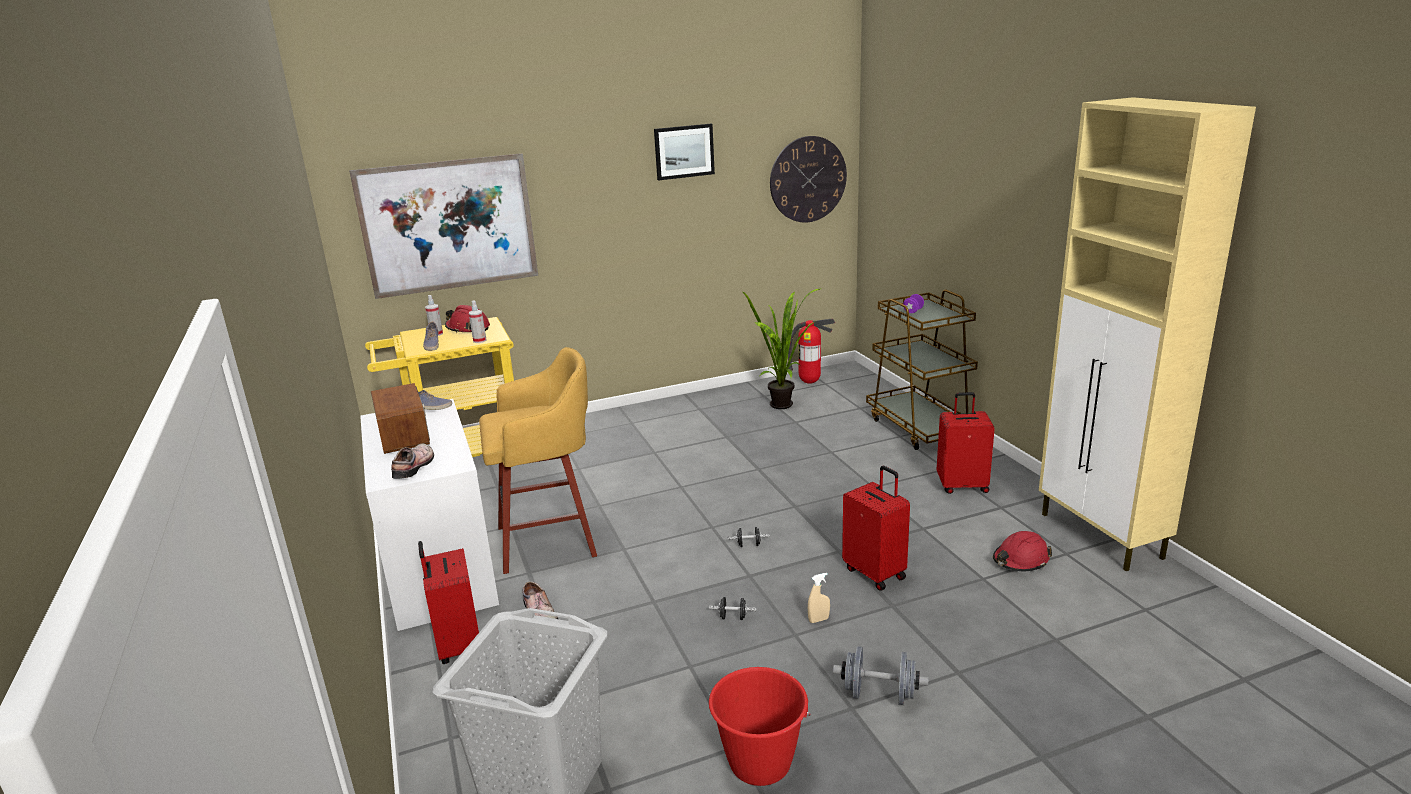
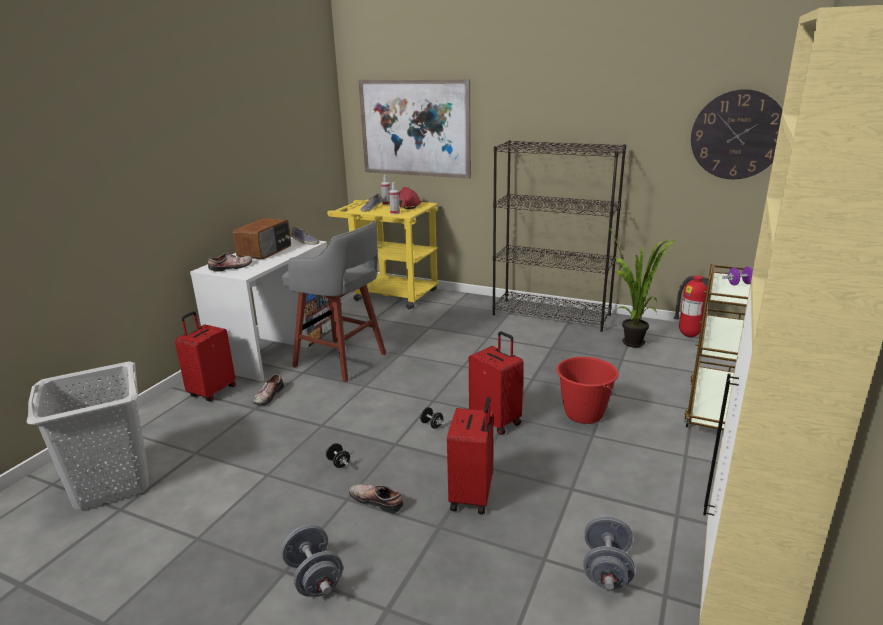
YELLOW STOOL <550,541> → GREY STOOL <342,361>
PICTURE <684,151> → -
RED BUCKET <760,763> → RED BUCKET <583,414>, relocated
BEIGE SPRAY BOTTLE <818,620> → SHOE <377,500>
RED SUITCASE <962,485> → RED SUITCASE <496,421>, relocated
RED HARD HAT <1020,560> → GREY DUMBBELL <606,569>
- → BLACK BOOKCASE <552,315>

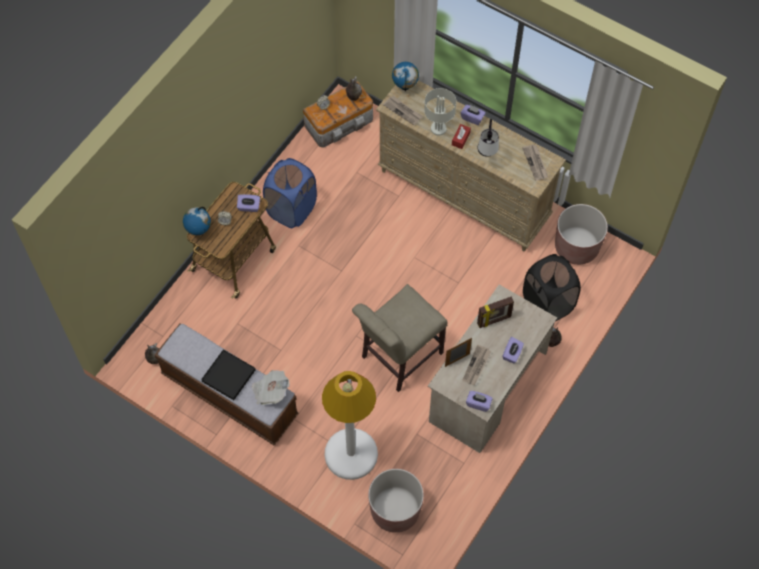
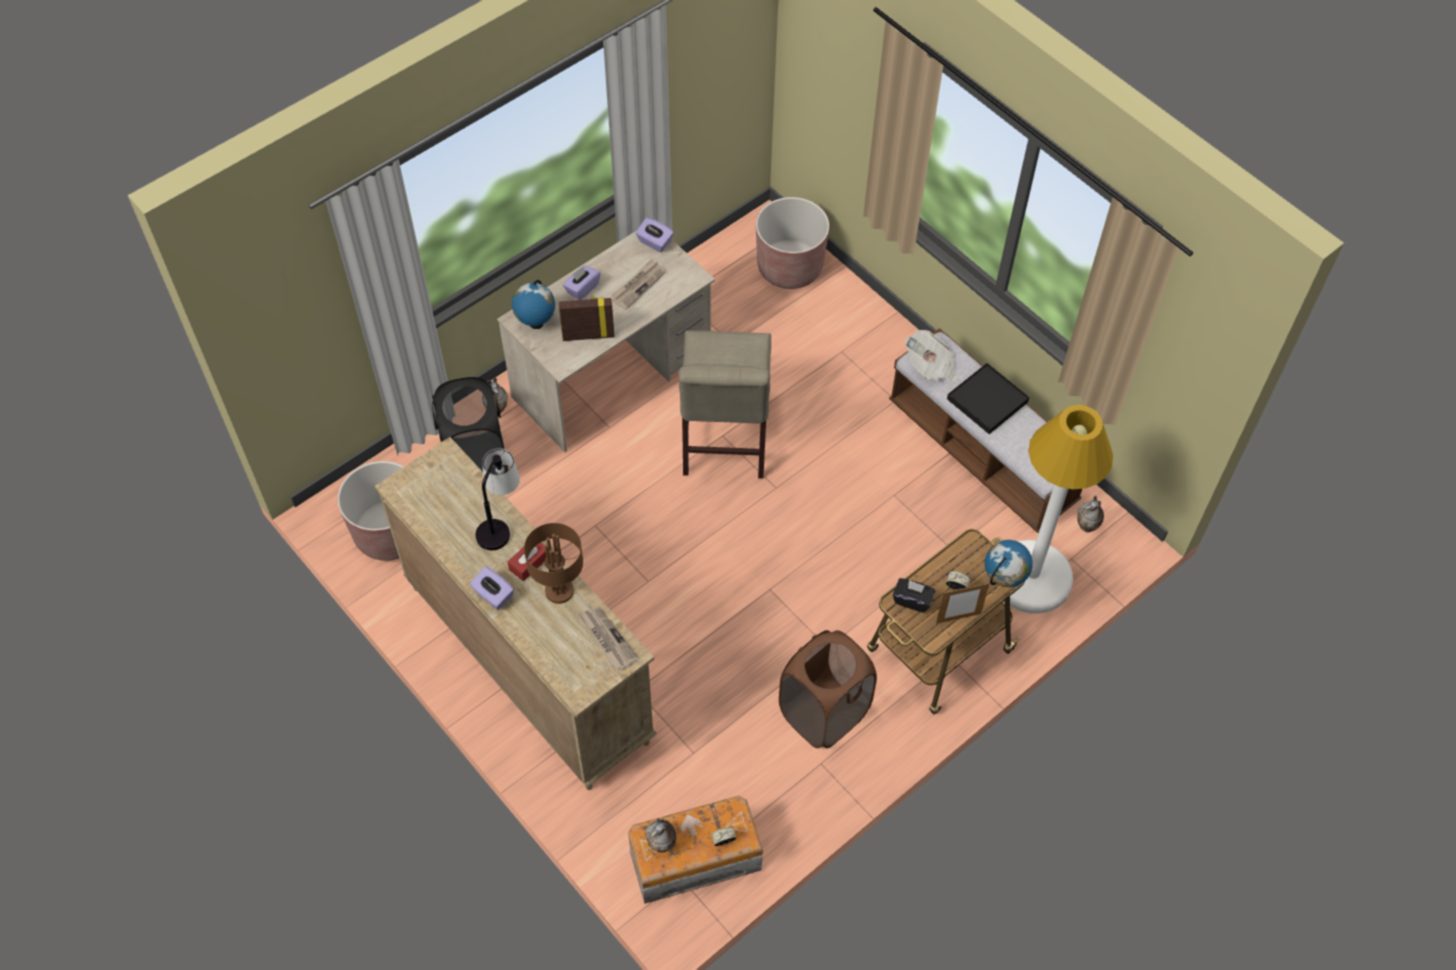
PURPLE TISSUE BOX <249,207> → BLACK TISSUE BOX <912,600>
BLUE LAUNDRY BASKET <291,209> → BROWN LAUNDRY BASKET <823,713>
WHITE FLOOR LAMP <351,454> → WHITE FLOOR LAMP <1031,577>, relocated
BEIGE CHAIR <398,357> → BEIGE CHAIR <723,444>, 120 degrees clockwise
GLOBE <405,87> → GLOBE <536,324>, relocated
GREY TABLE LAMP <438,128> → BROWN TABLE LAMP <559,591>
PICTURE FRAME <457,360> → PICTURE FRAME <958,618>, relocated
NEWSPAPER <535,163> → -

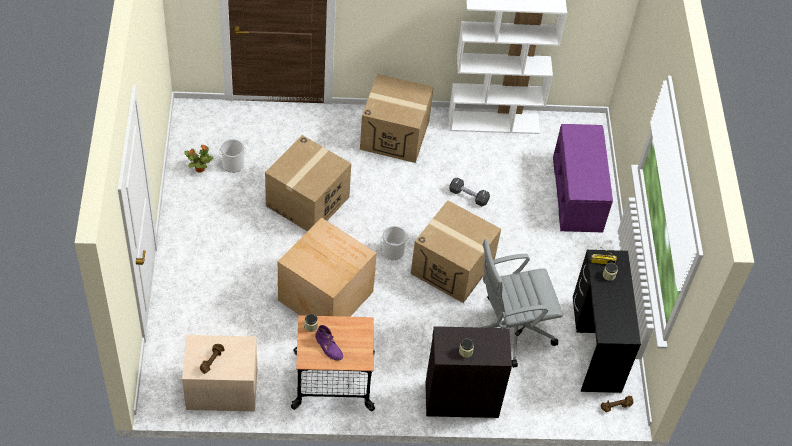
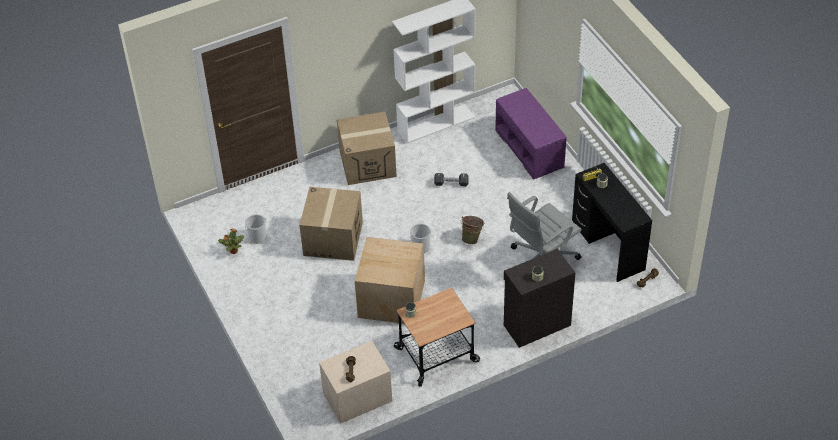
PURPLE BOOT <329,347> → -
CARDBOARD BOX <453,267> → GREEN BUCKET <472,238>

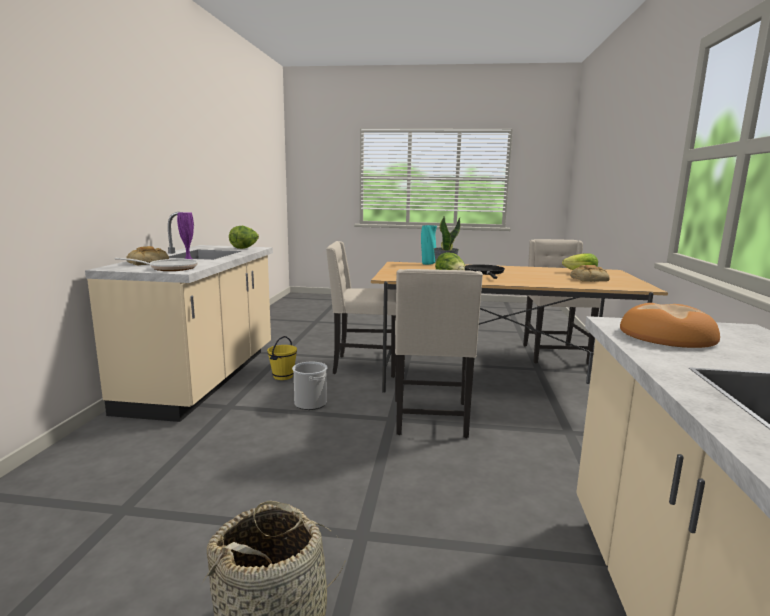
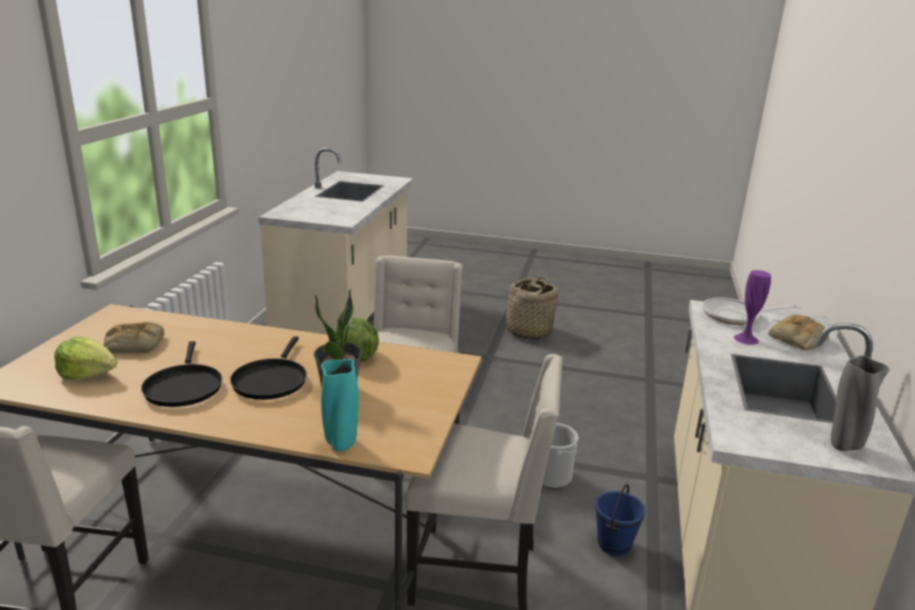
LETTUCE <245,248> → -
YELLOW BUCKET <282,376> → BLUE BUCKET <614,545>
BREAD <668,336> → -
- → BLACK FRYING PAN <183,387>
- → GREY VASE <843,445>

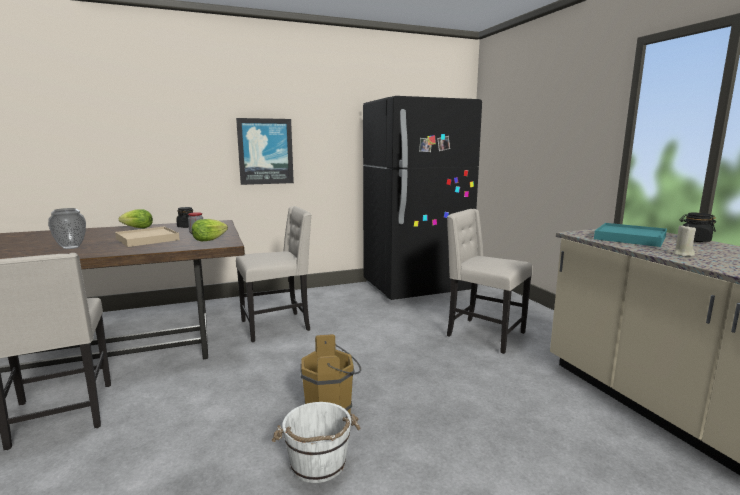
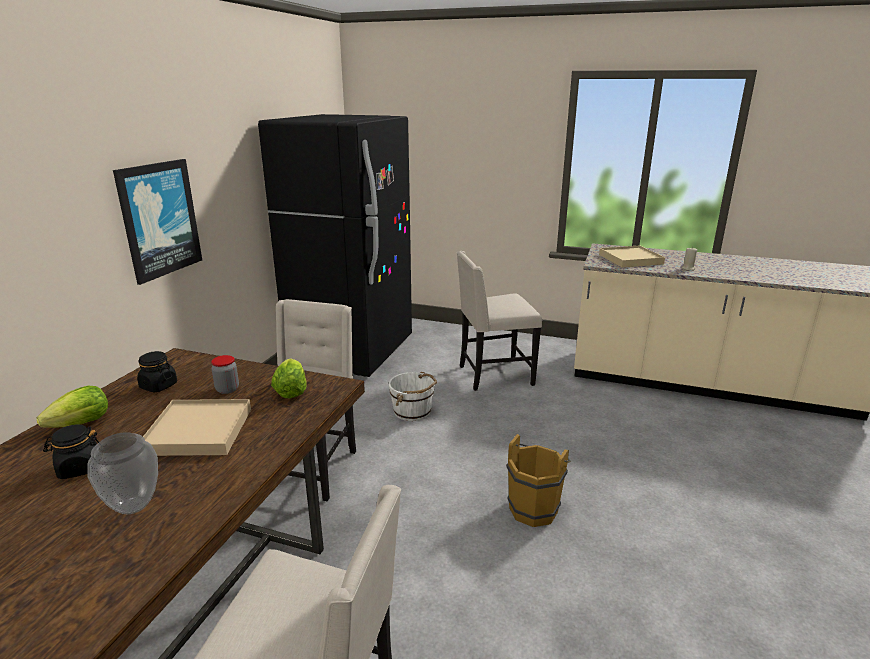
WHITE BUCKET <318,464> → WHITE BUCKET <413,411>, relocated
TURQUOISE TRAY <630,238> → BEIGE TRAY <630,259>
BLACK JAR <694,240> → BLACK JAR <79,468>, relocated

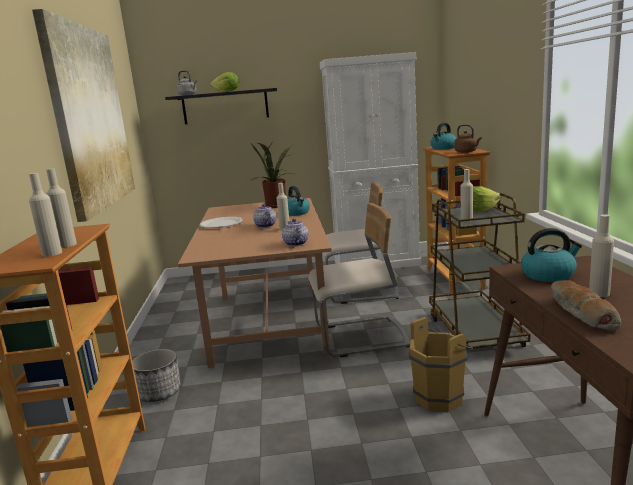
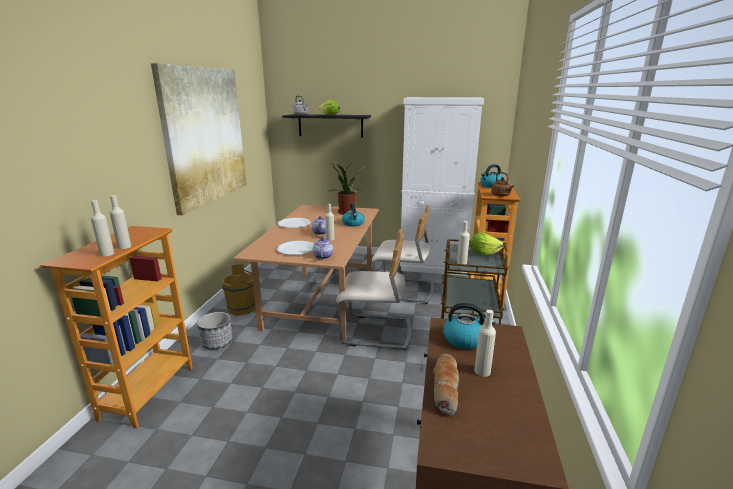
BROWN BUCKET <441,396> → BROWN BUCKET <244,308>, relocated
- → WHITE PLATE <296,249>

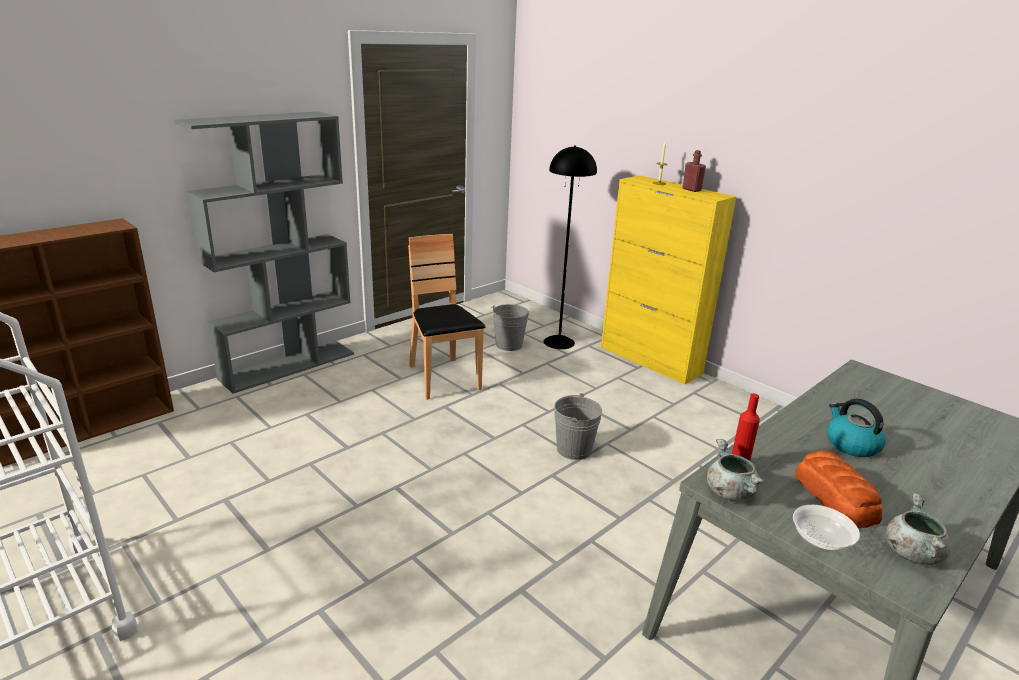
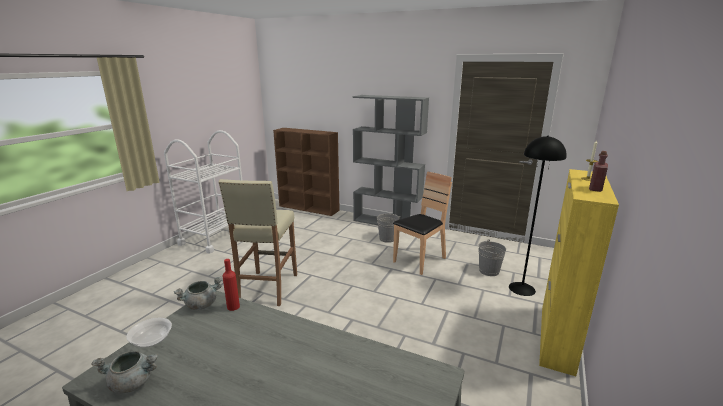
GREY BUCKET <574,449> → GREY BUCKET <387,238>, relocated
BREAD <835,499> → -
KETTLE <851,444> → -
- → BEIGE STOOL <267,288>

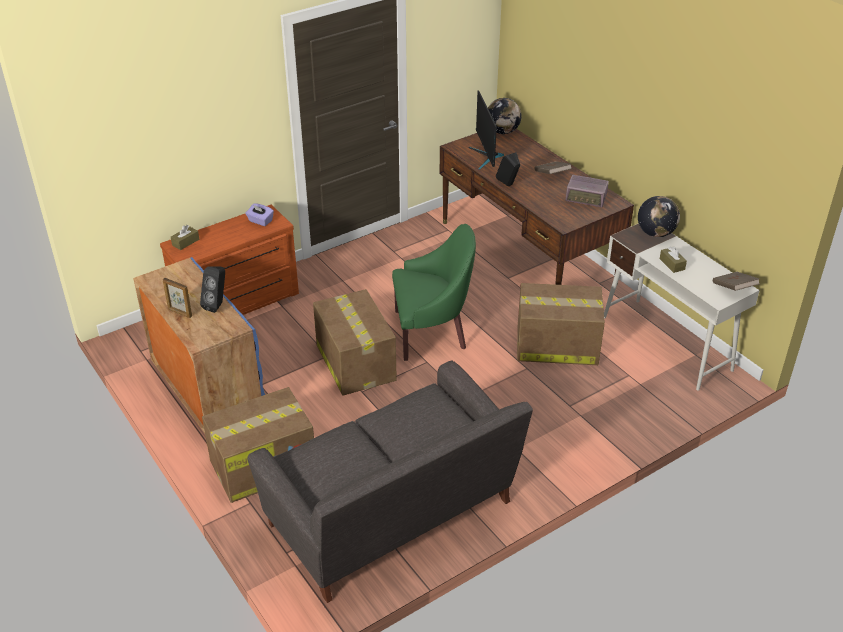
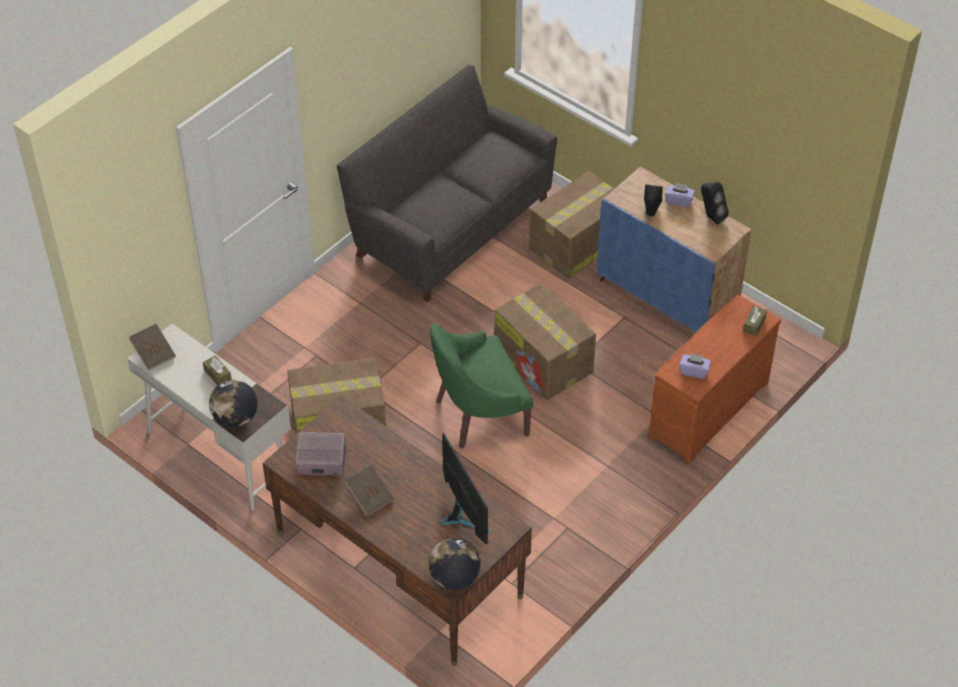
PICTURE FRAME <180,313> → PURPLE TISSUE BOX <679,201>
BLACK SPEAKER <508,185> → BLACK SPEAKER <711,217>, relocated

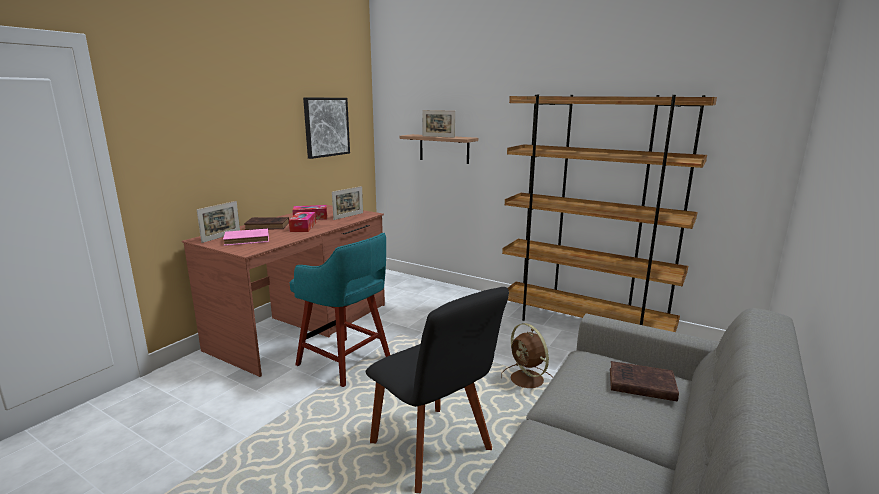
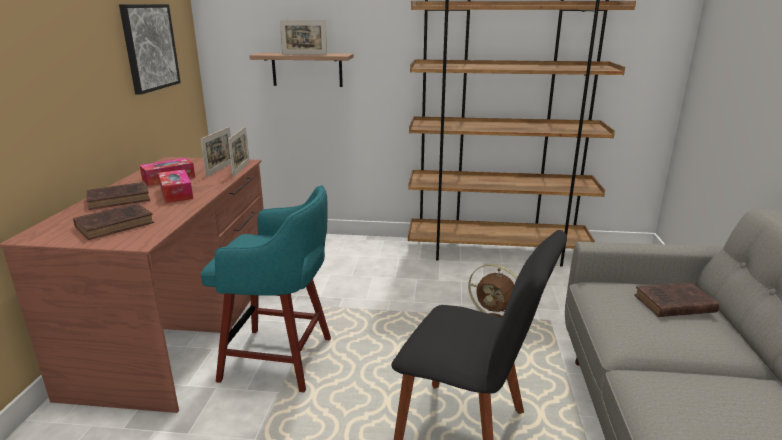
PICTURE FRAME <221,237> → PICTURE FRAME <241,169>, relocated
PINK BOOK <248,240> → BROWN BOOK <117,224>

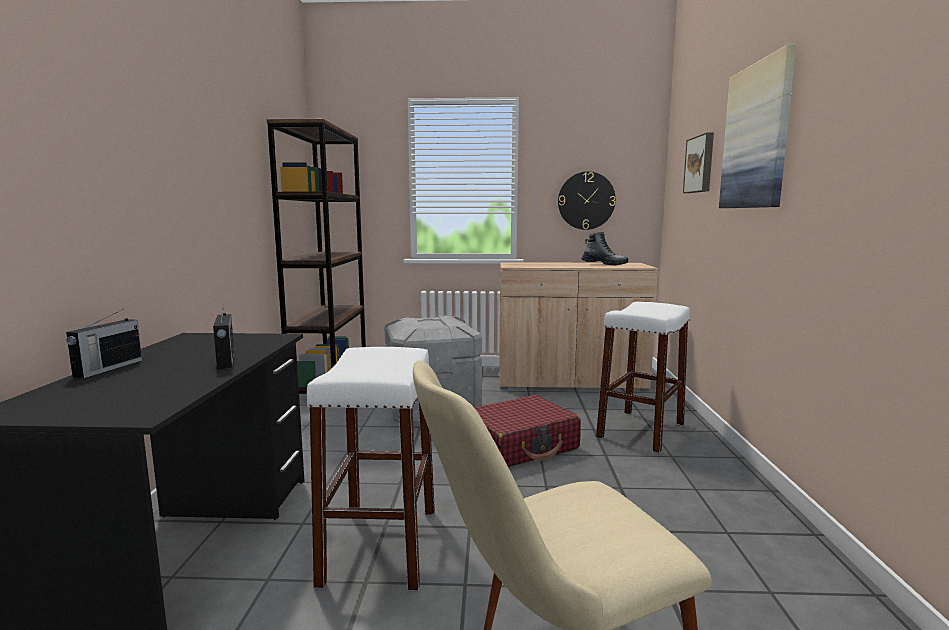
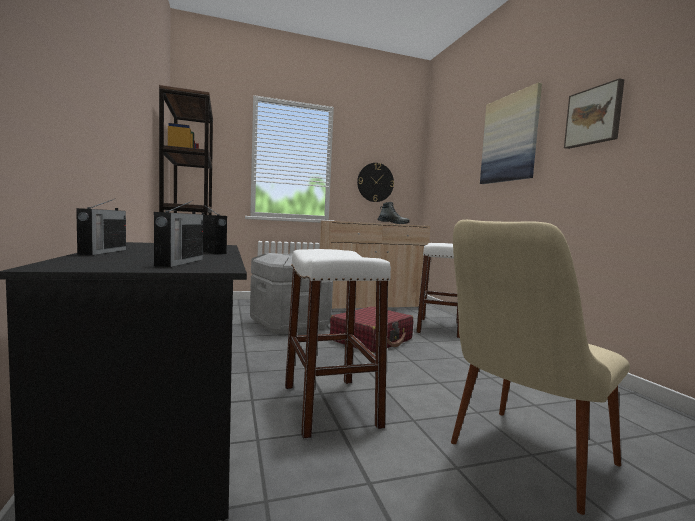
PICTURE <700,164> → PICTURE <594,116>, relocated
- → RADIO <179,262>

